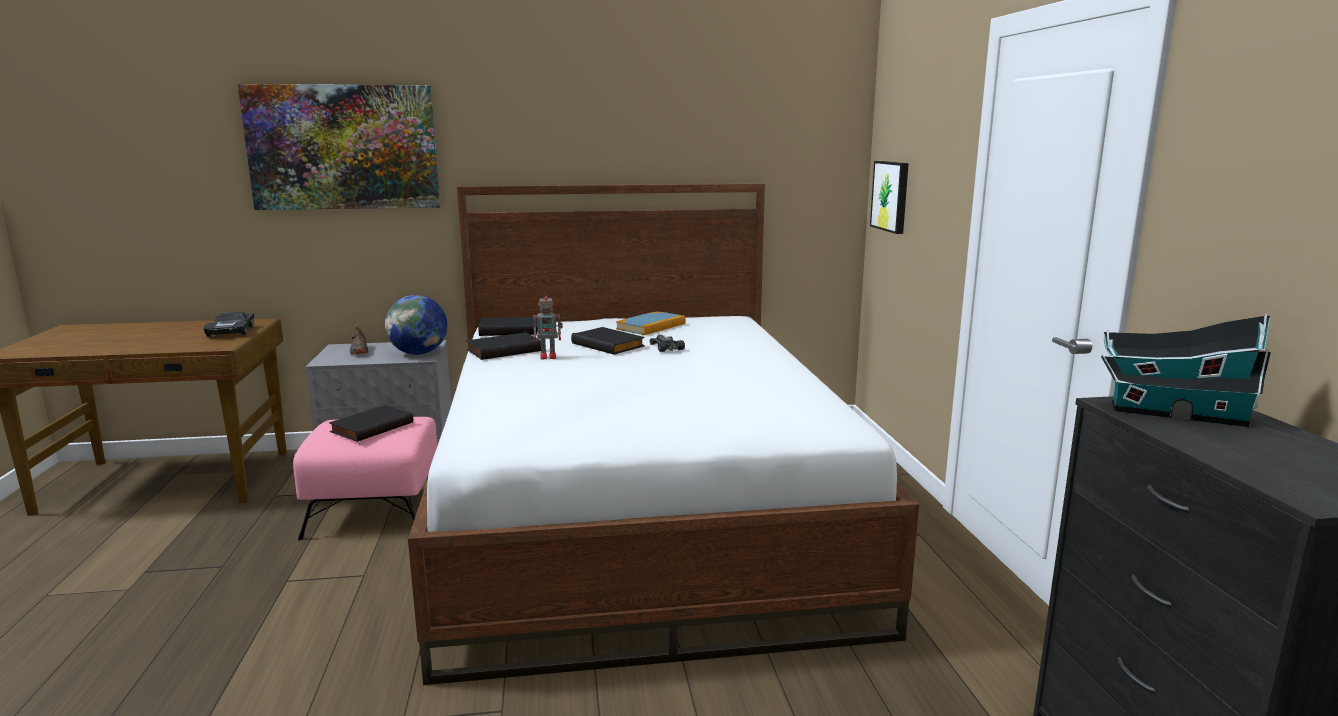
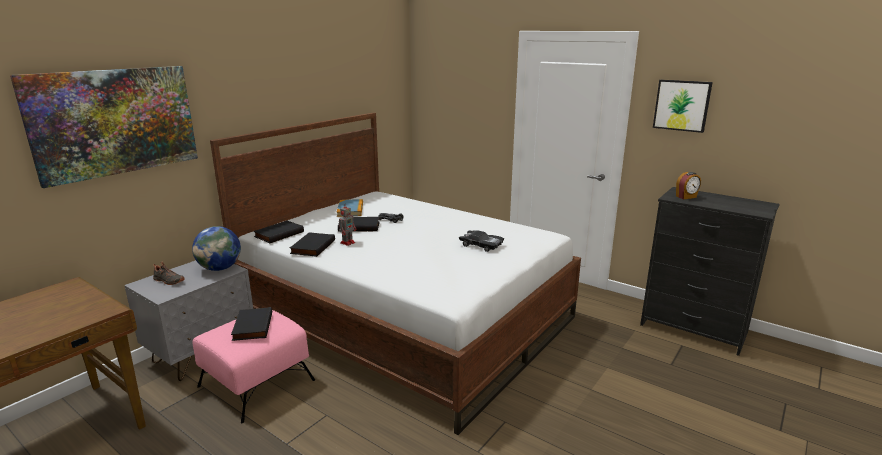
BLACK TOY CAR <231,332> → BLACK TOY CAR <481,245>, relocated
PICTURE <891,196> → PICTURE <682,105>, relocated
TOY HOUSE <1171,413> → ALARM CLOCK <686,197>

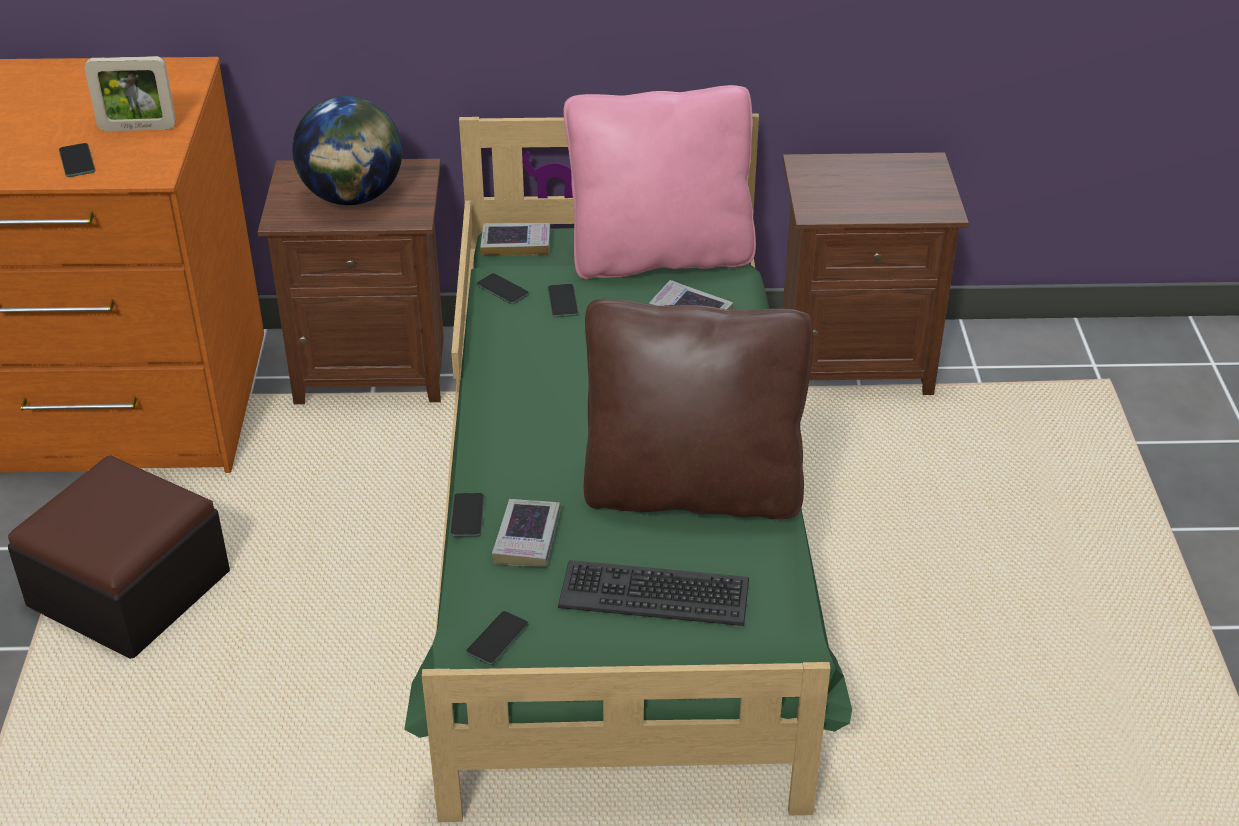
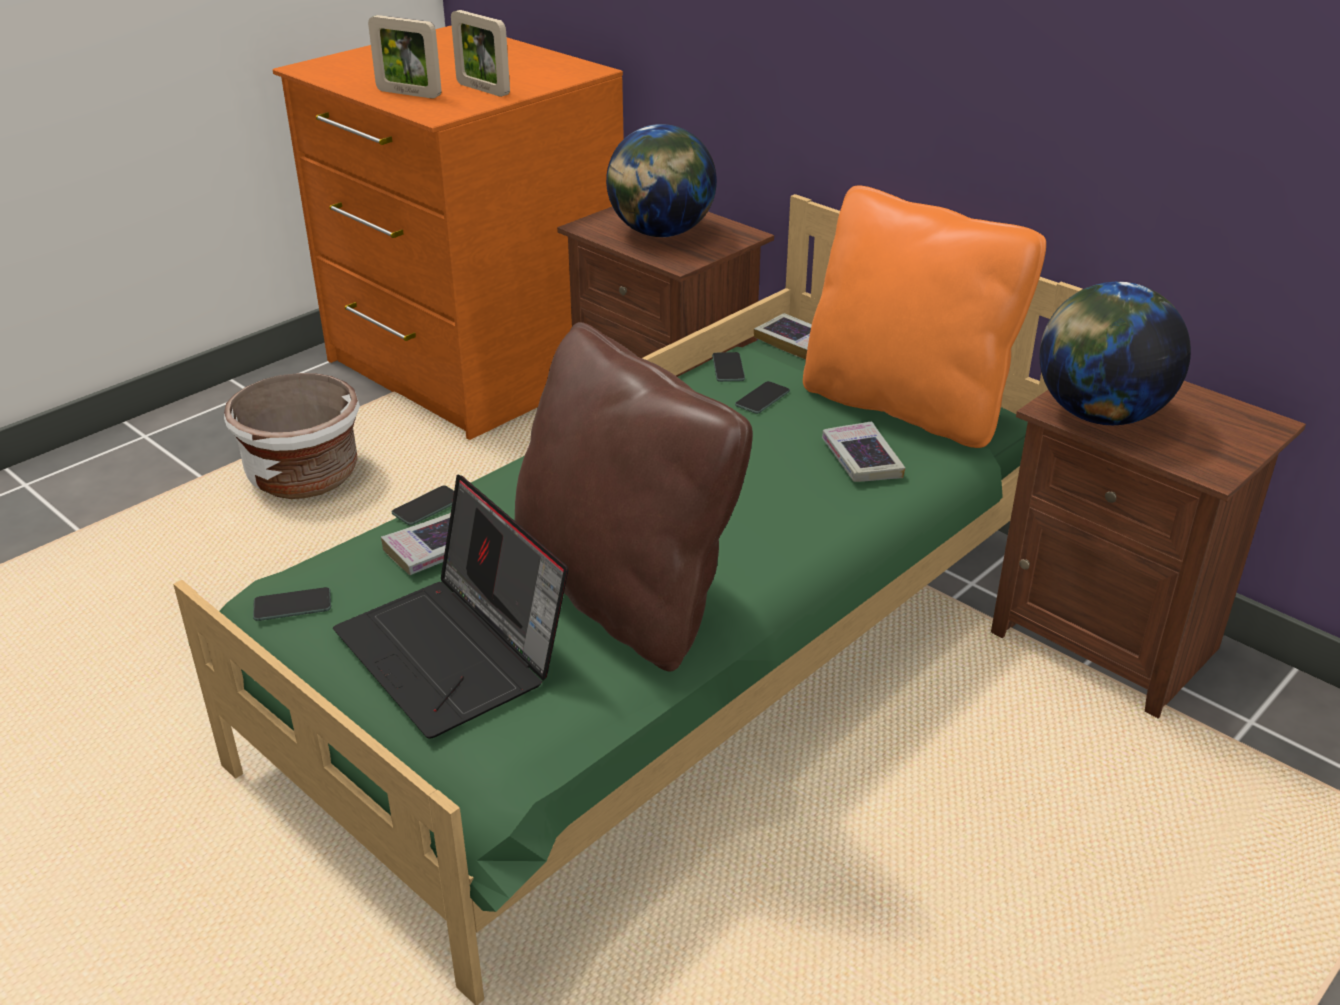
OTTOMAN <129,588> → WHITE PLANTER <304,476>
PHONE <77,161> → PICTURE FRAME <409,93>
KEYBOARD <654,593> → LAPTOP <455,653>
PINK PILLOW <660,256> → ORANGE PILLOW <906,406>
- → GLOBE <1099,415>

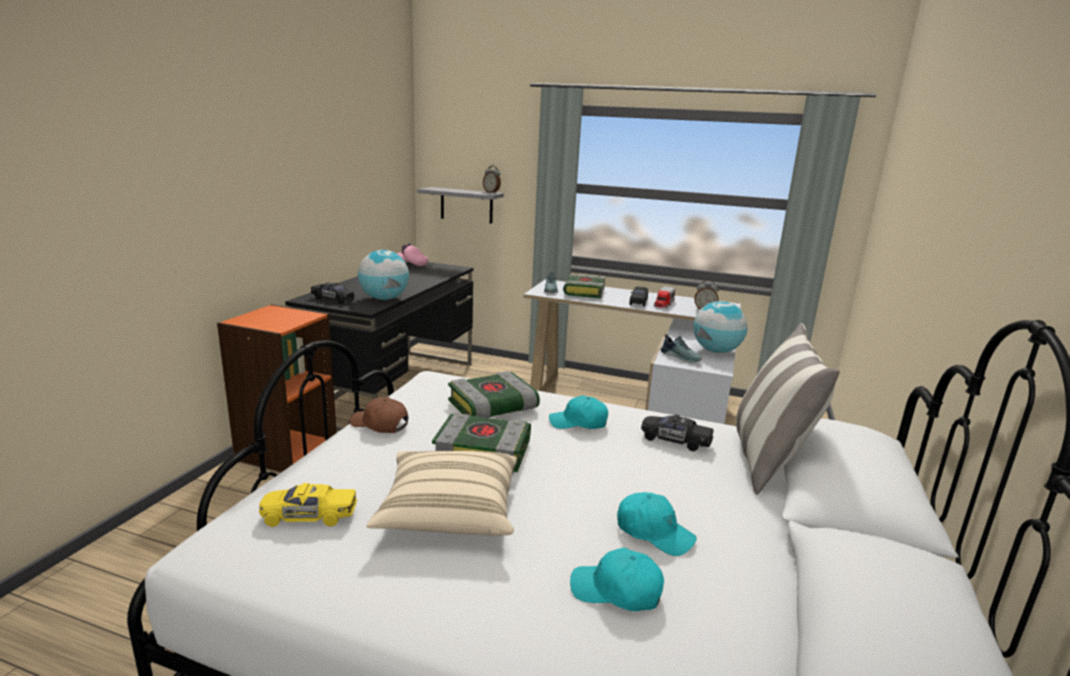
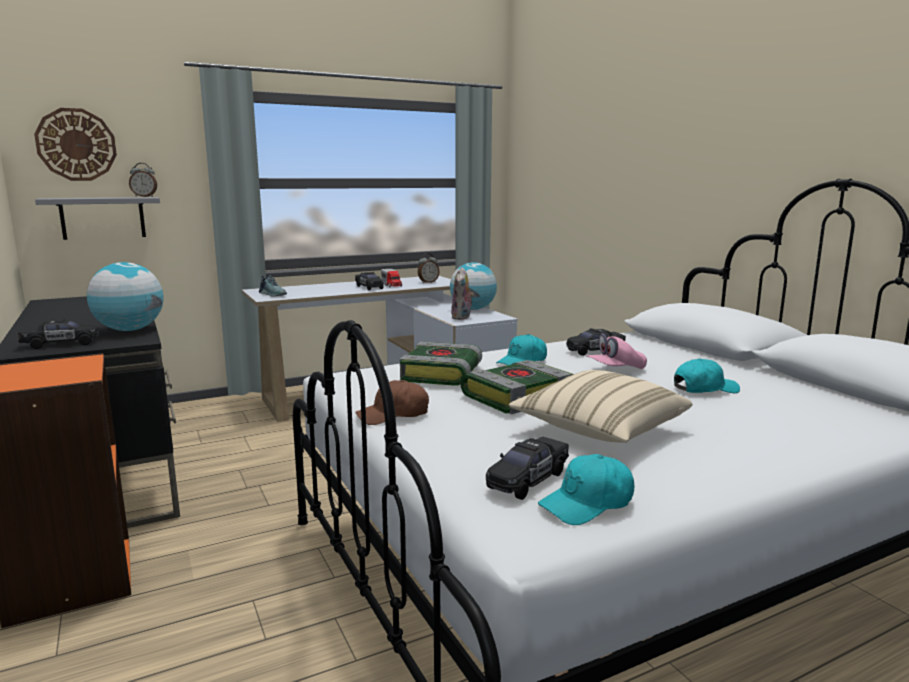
YELLOW TOY CAR <309,516> → BLACK TOY CAR <527,480>
PINK CAP <412,264> → PINK CAP <615,370>, relocated
BOOK <583,292> → -
TURQUOISE CAP <616,591> → TURQUOISE CAP <587,504>, relocated
SHOE <681,357> → PLUSH TOY <462,317>
PILLOW <769,460> → -
- → WALL CLOCK <76,145>

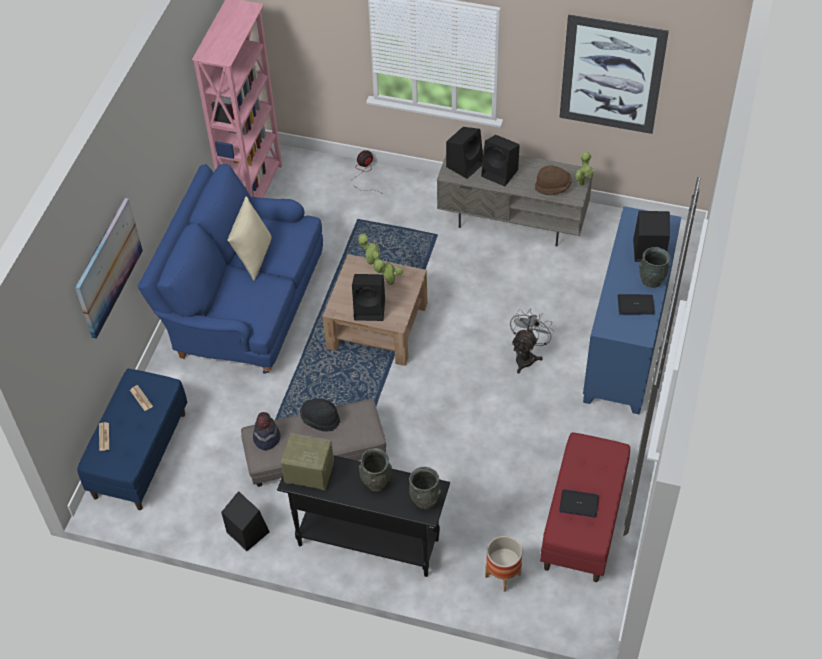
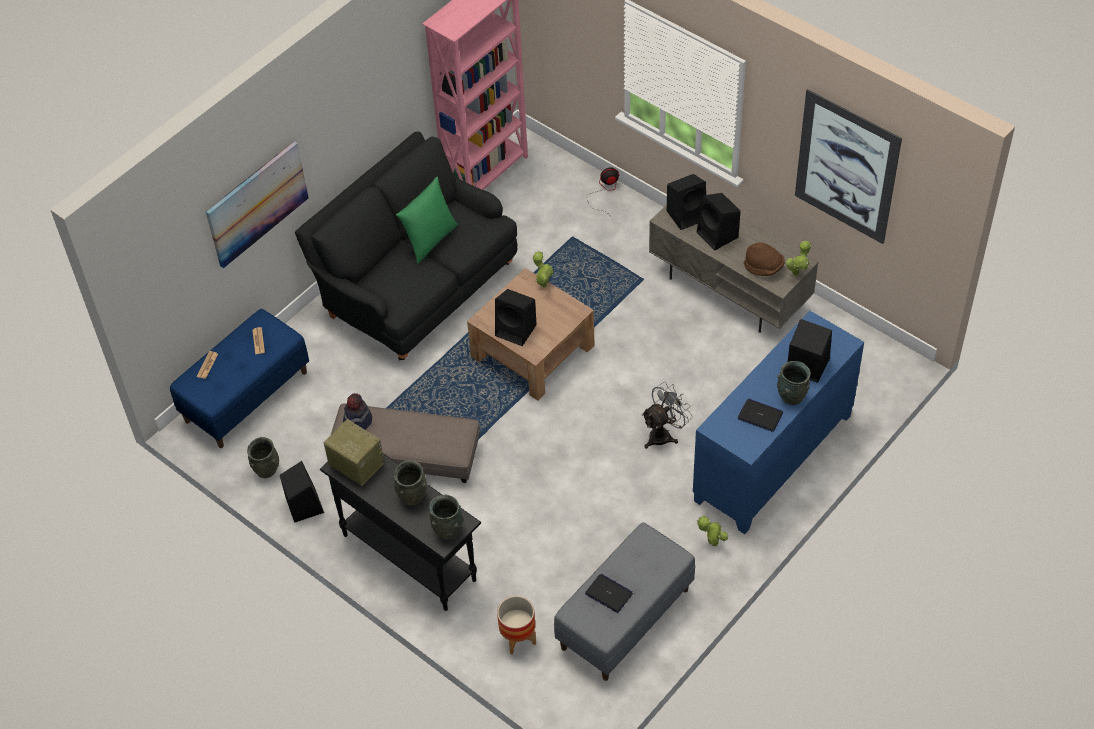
BLUE SOFA <243,305> → BLACK SOFA <415,285>
BEIGE PILLOW <253,257> → GREEN PILLOW <430,240>
BLACK HAT <320,419> → -
POTTED PLANT <389,283> → POTTED PLANT <712,543>, relocated
RED BENCH <583,523> → GREY BENCH <625,619>
- → GREY VASE <266,469>

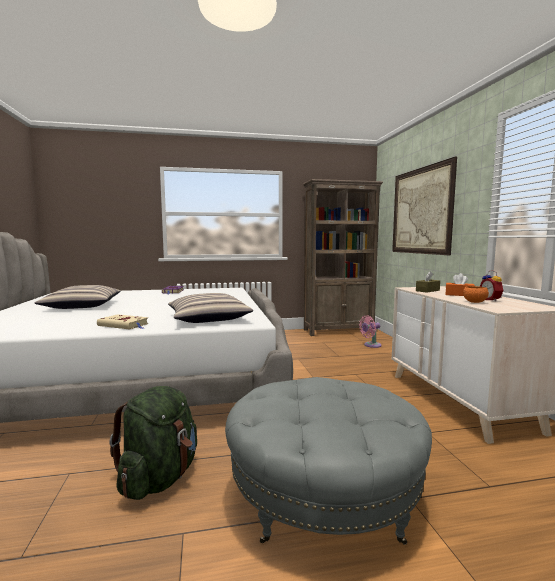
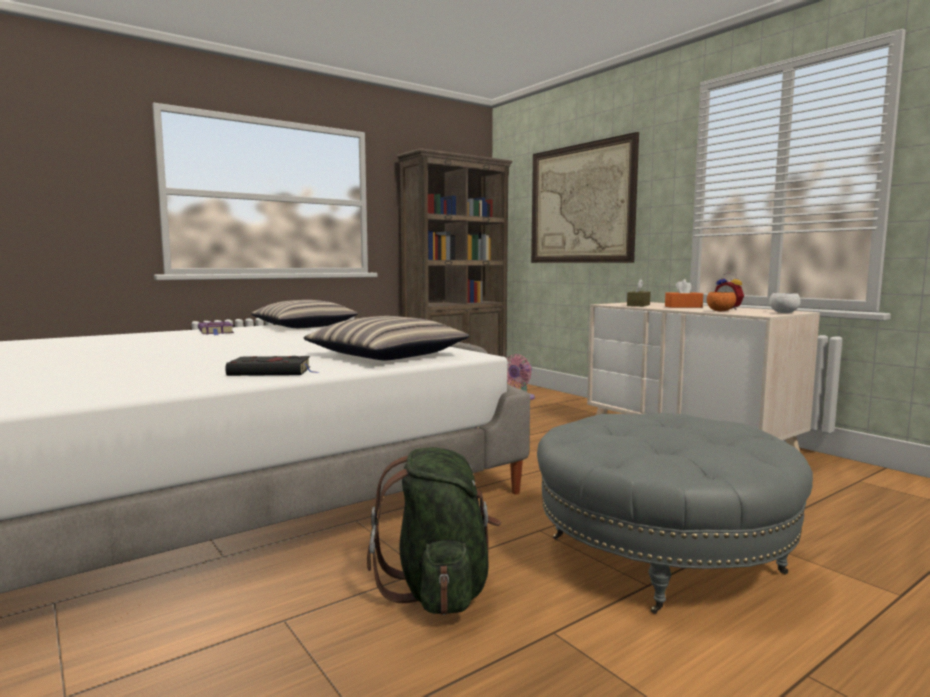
PILLOW <82,306> → PILLOW <304,326>, relocated
BEIGE BOOK <124,325> → BLACK BOOK <272,372>
- → WHITE BOWL <783,312>

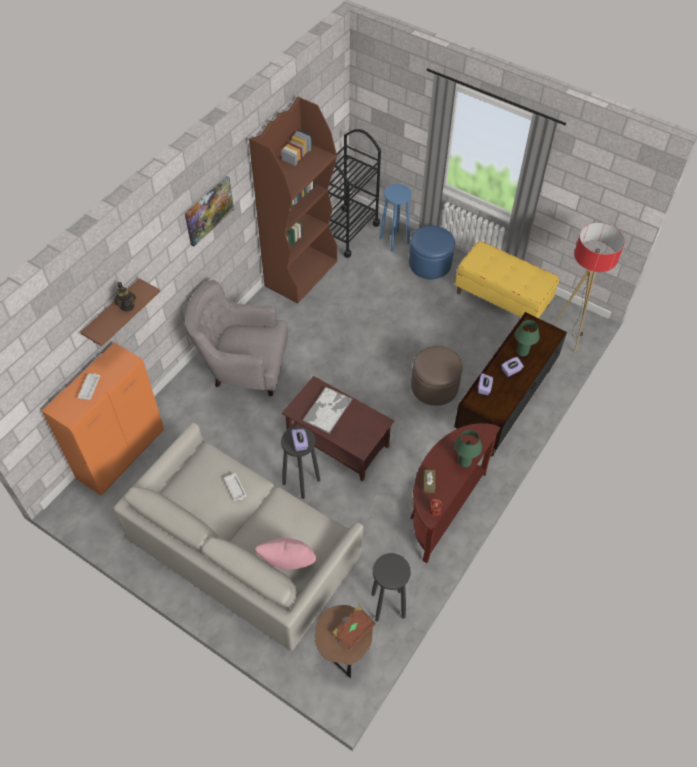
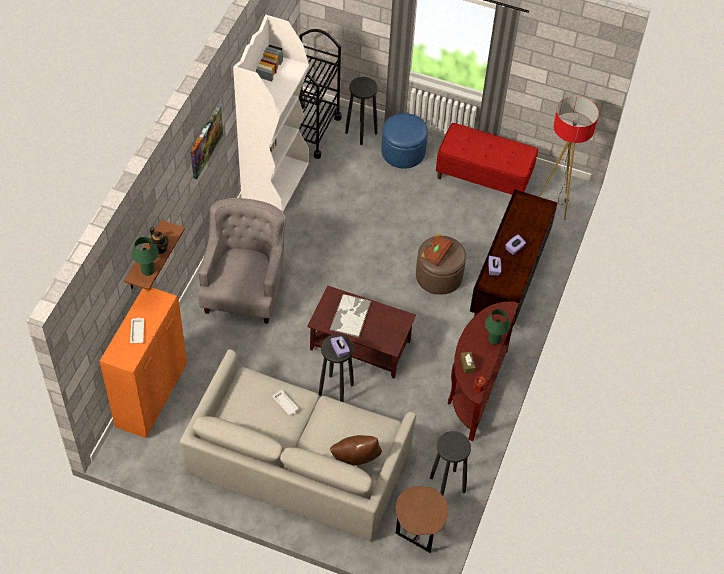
GREY ARMCHAIR <242,366> → GREY ARMCHAIR <245,288>, 105 degrees clockwise
BROWN BOOKCASE <301,273> → WHITE BOOKCASE <275,182>
PINK PILLOW <288,565> → BROWN PILLOW <355,462>
BROWN BOOK <353,630> → BROWN BOOK <436,253>, relocated
BLUE STOOL <394,241> → BLACK STOOL <361,133>
YELLOW BENCH <502,299> → RED BENCH <484,177>
GREEN TABLE LAMP <522,352> → GREEN TABLE LAMP <148,271>, relocated

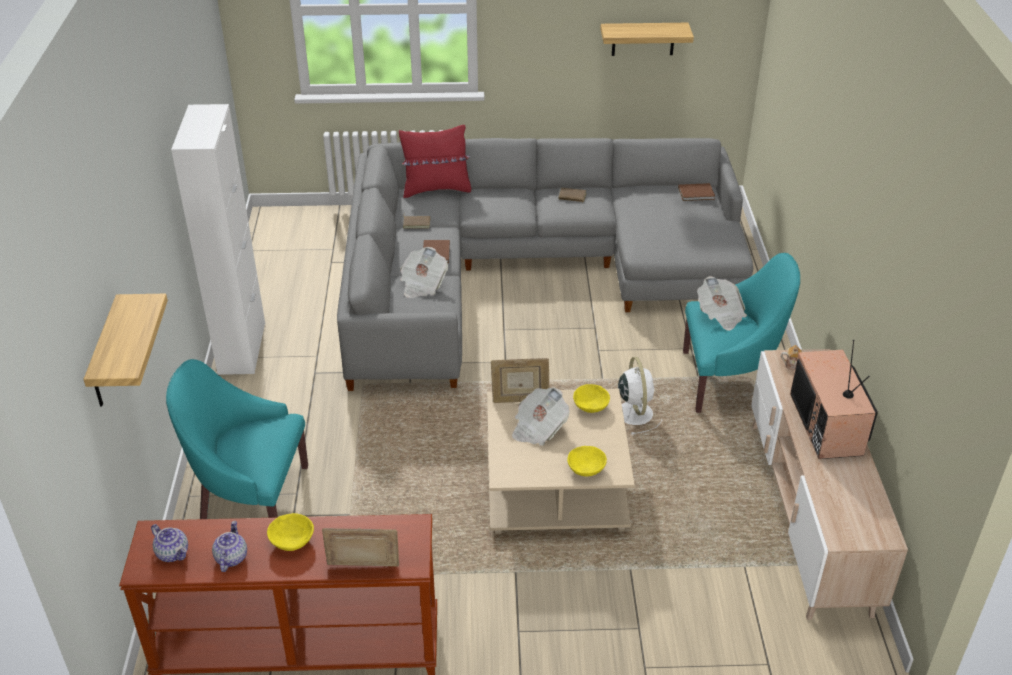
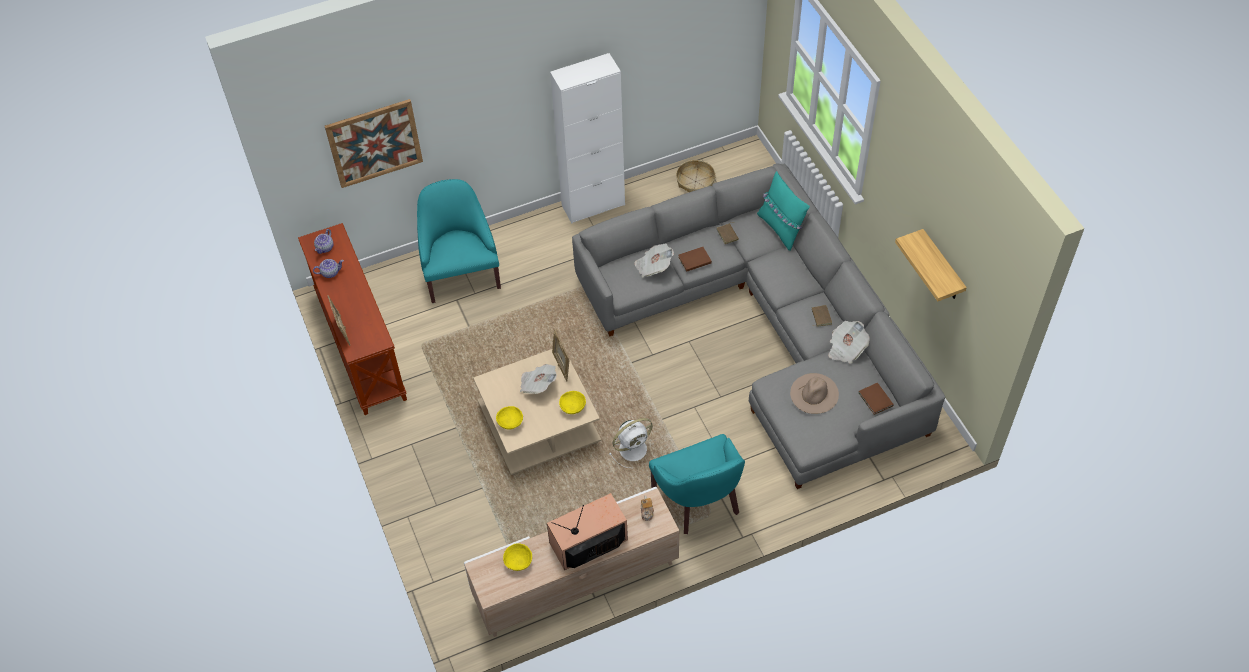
SHELF <105,355> → PICTURE <374,143>
YELLOW BOWL <291,541> → YELLOW BOWL <518,561>, relocated
RED PILLOW <436,189> → TURQUOISE PILLOW <781,229>
NEWSPAPER <720,314> → NEWSPAPER <846,348>, relocated
- → BASKET <695,181>
- → BEIGE HAT <814,393>

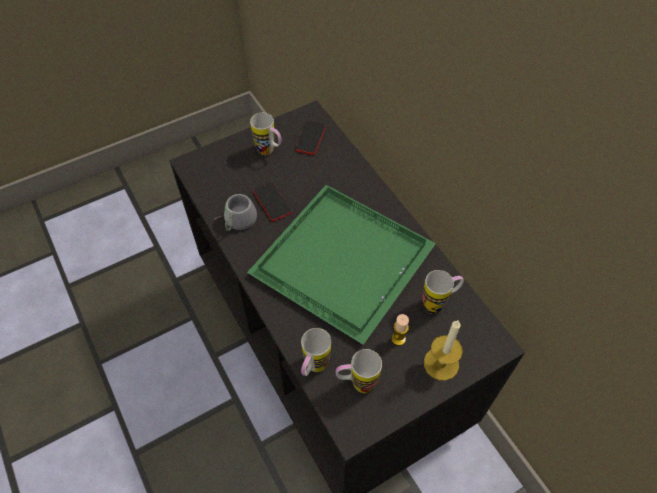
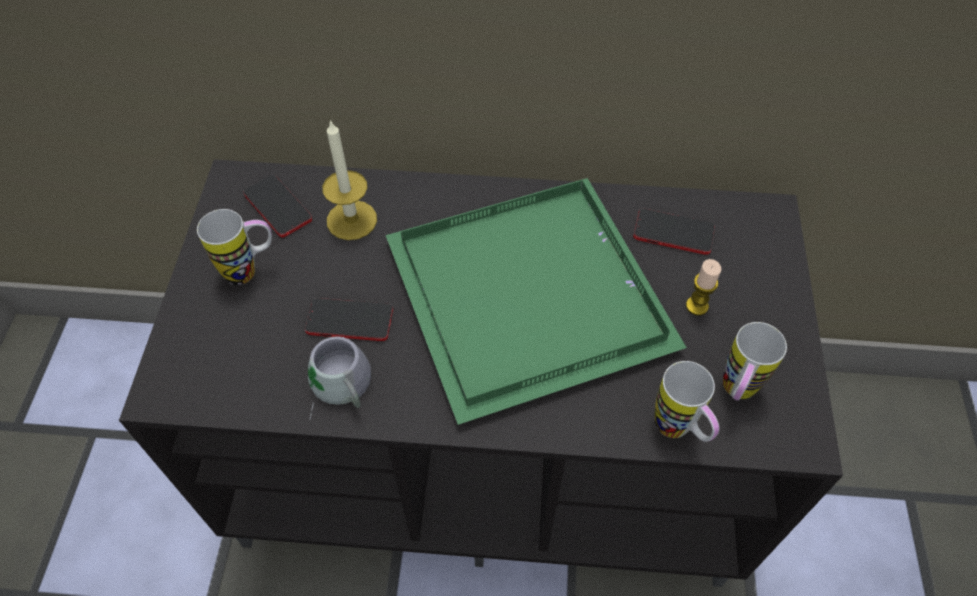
MUG <438,303> → PHONE <673,232>
CANDLE <441,363> → CANDLE <351,220>, relocated

